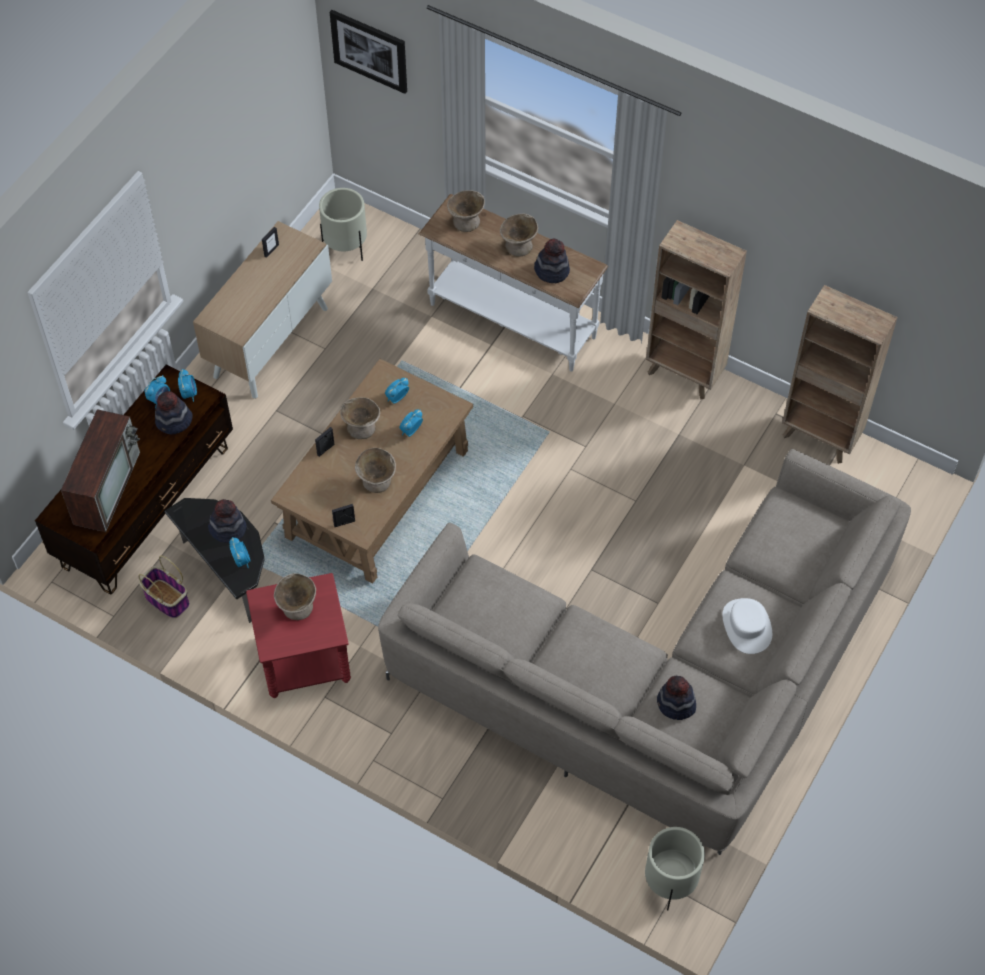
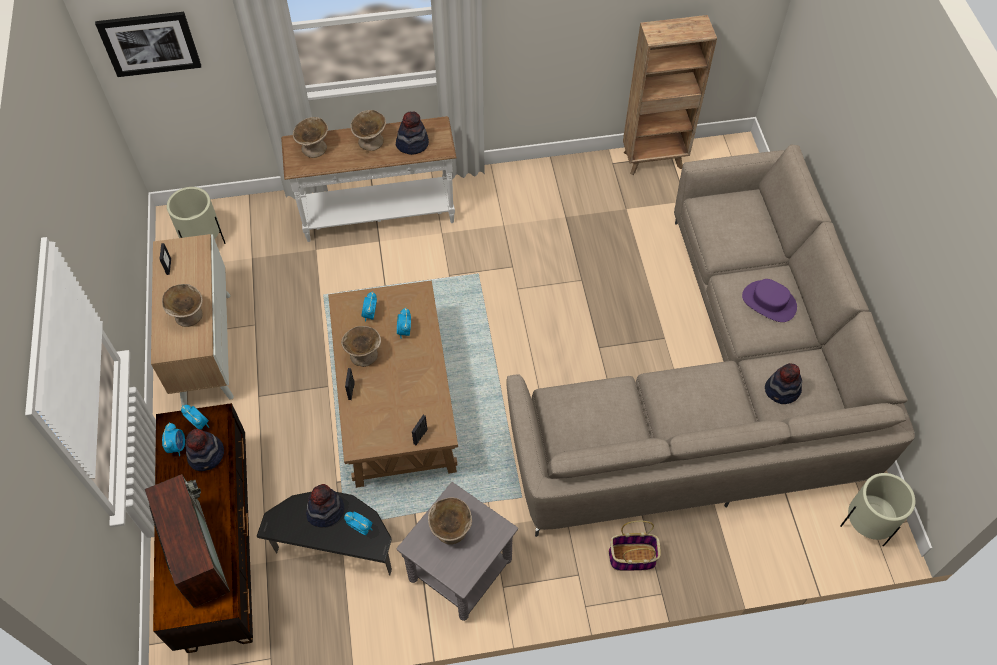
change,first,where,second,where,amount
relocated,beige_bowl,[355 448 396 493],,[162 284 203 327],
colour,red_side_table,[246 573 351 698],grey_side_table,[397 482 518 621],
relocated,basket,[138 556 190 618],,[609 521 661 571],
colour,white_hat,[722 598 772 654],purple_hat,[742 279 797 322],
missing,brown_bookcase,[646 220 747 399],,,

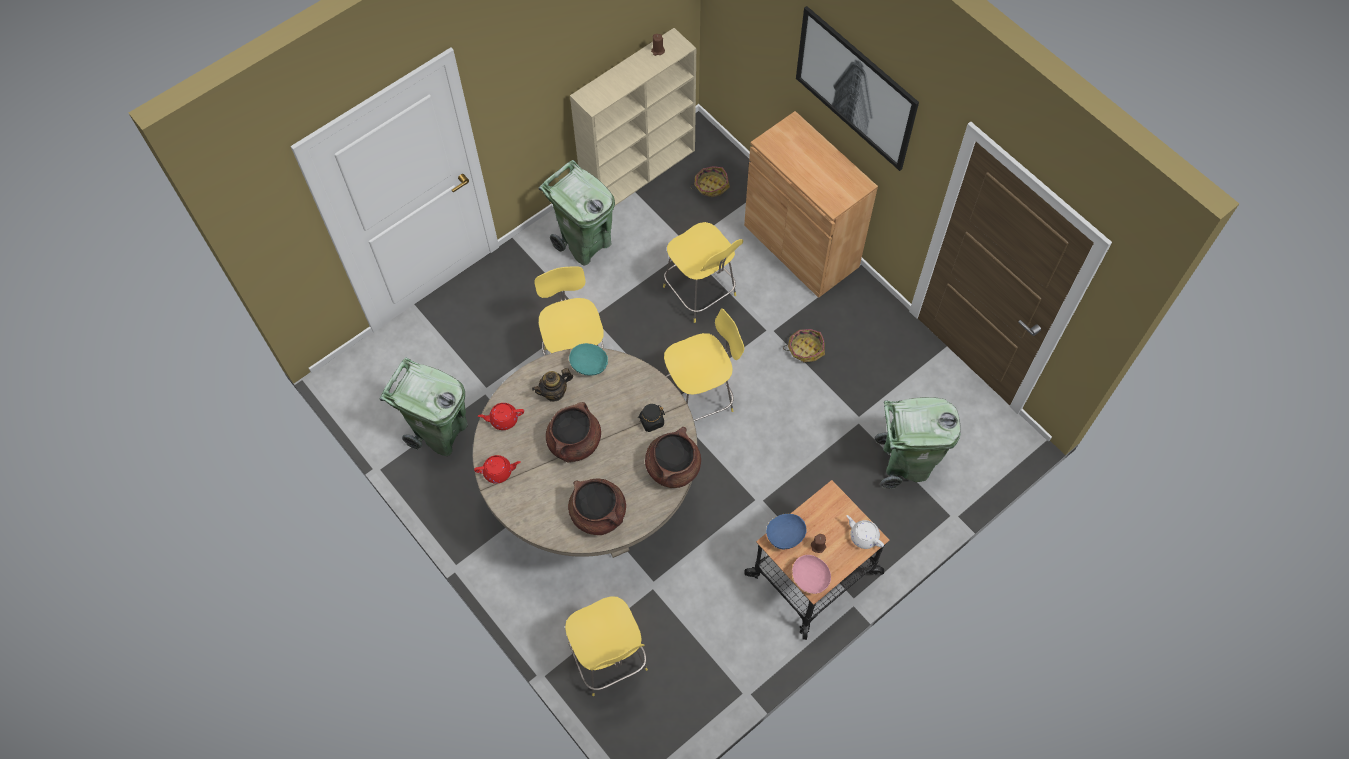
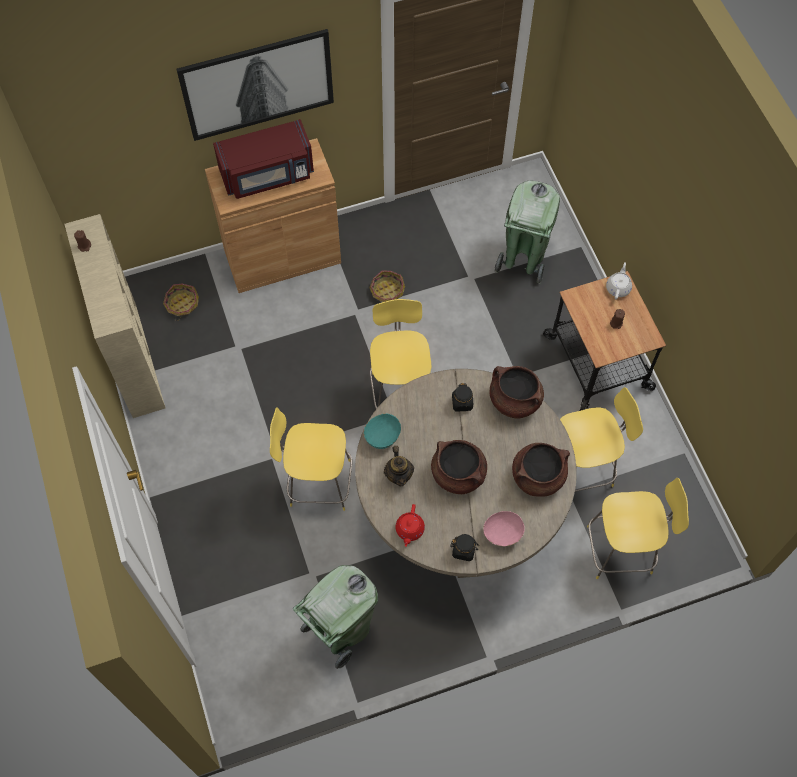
change,first,where,second,where,amount
appeared,,,red_microwave,[213 119 314 199],
exchanged,red_teapot,[474 455 521 484],black_jar,[450 534 479 561],
relocated,pink_bowl,[792 555 831 594],,[484 511 525 546],
relocated,yellow_stool,[663 222 743 323],,[560 387 643 492],
spun,white_teapot,[846 515 884 549],,[606 262 632 300],135 degrees clockwise
missing,green_trash_can,[538 160 615 265],,,
missing,blue_bowl,[766 514 807 549],,,

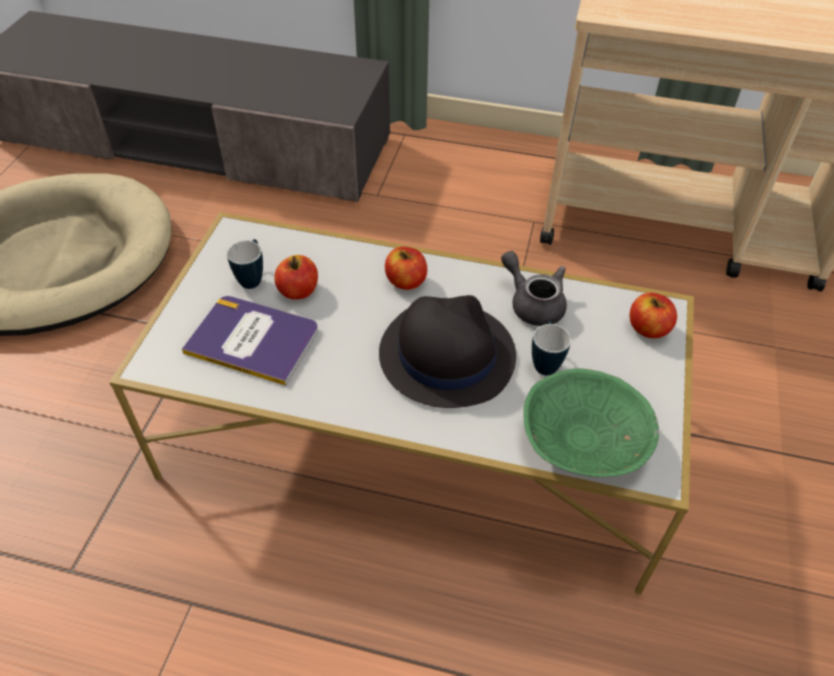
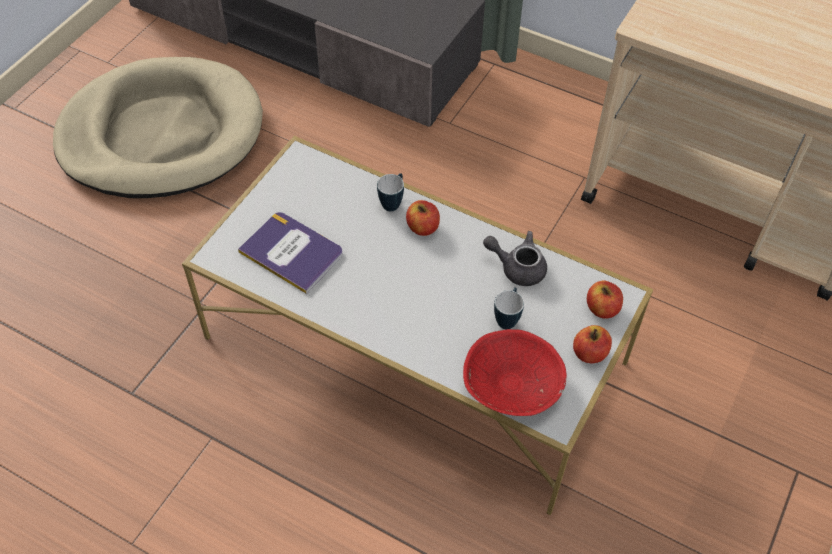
change,first,where,second,where,amount
relocated,mug,[227 239 263 289],,[377 173 404 212],
colour,green_bowl,[523 369 659 477],red_bowl,[463 329 567 416],
spun,grey_teapot,[501 251 567 326],,[483 231 547 286],45 degrees counterclockwise
relocated,apple,[275 255 318 300],,[573 325 612 363],
missing,black_hat,[379 295 516 408],,,

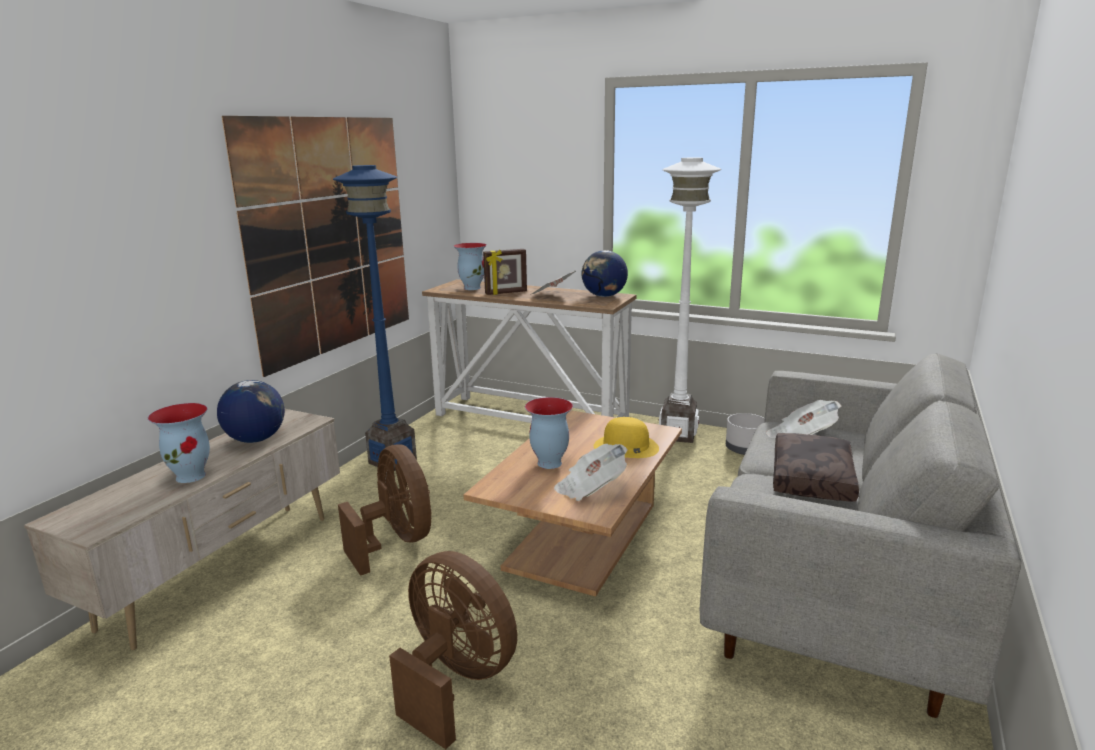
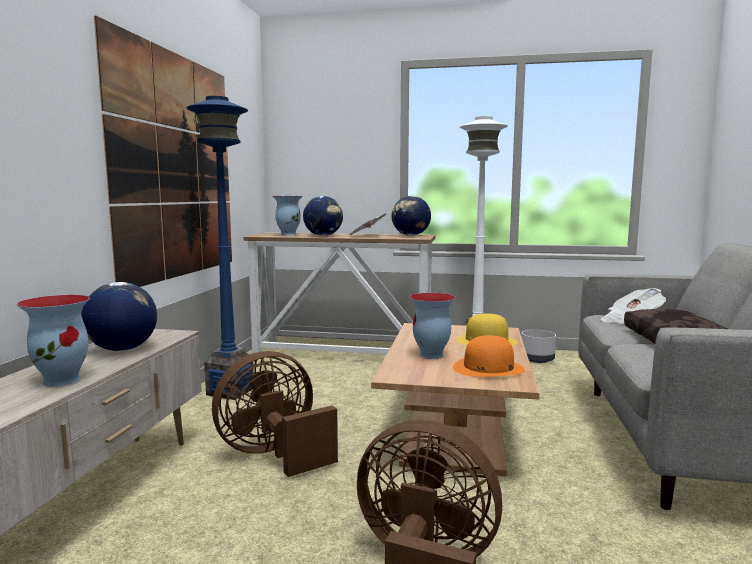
change,first,where,second,where,amount
spun,brown_fan,[338 444 431 576],,[212 351 338 477],75 degrees counterclockwise
exchanged,picture_frame,[483 249 527 295],globe,[303 196 343 236],
exchanged,newspaper,[554 444 628 501],orange_hat,[453 335 525 377],

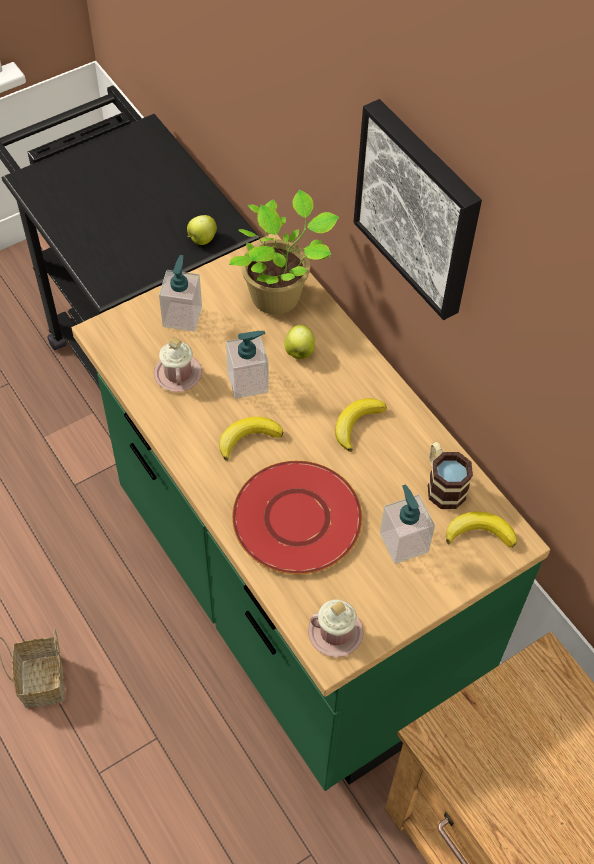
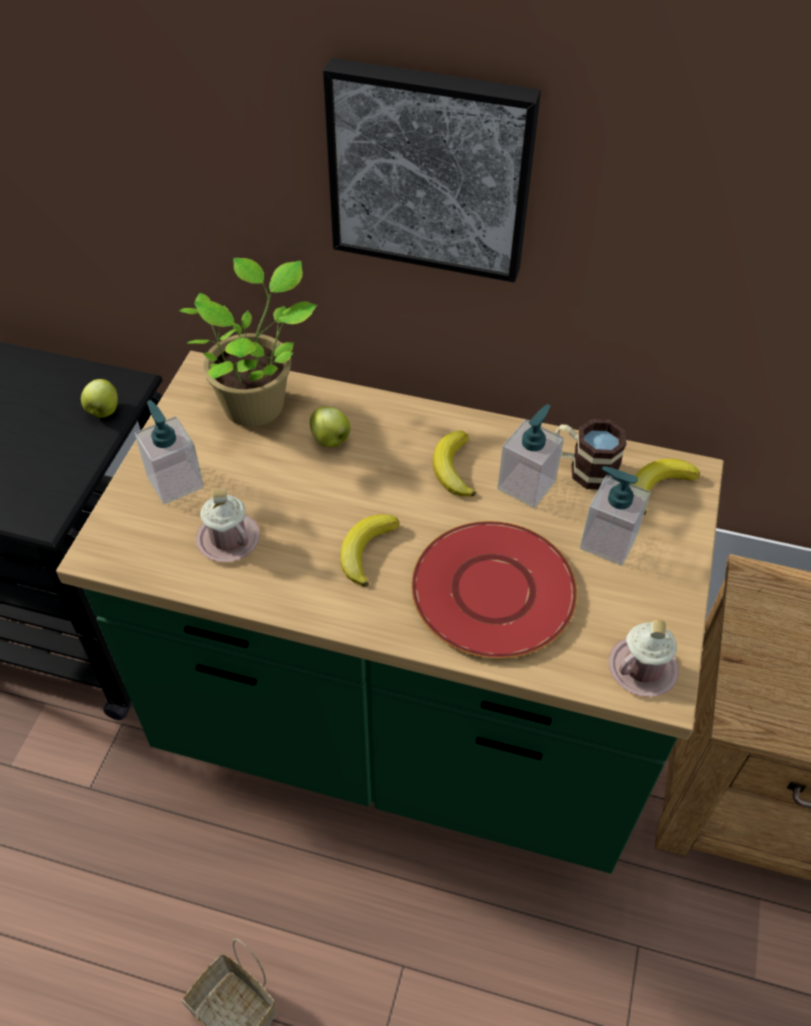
change,first,where,second,where,amount
relocated,soap_dispenser,[226 331 268 399],,[497 404 564 508],

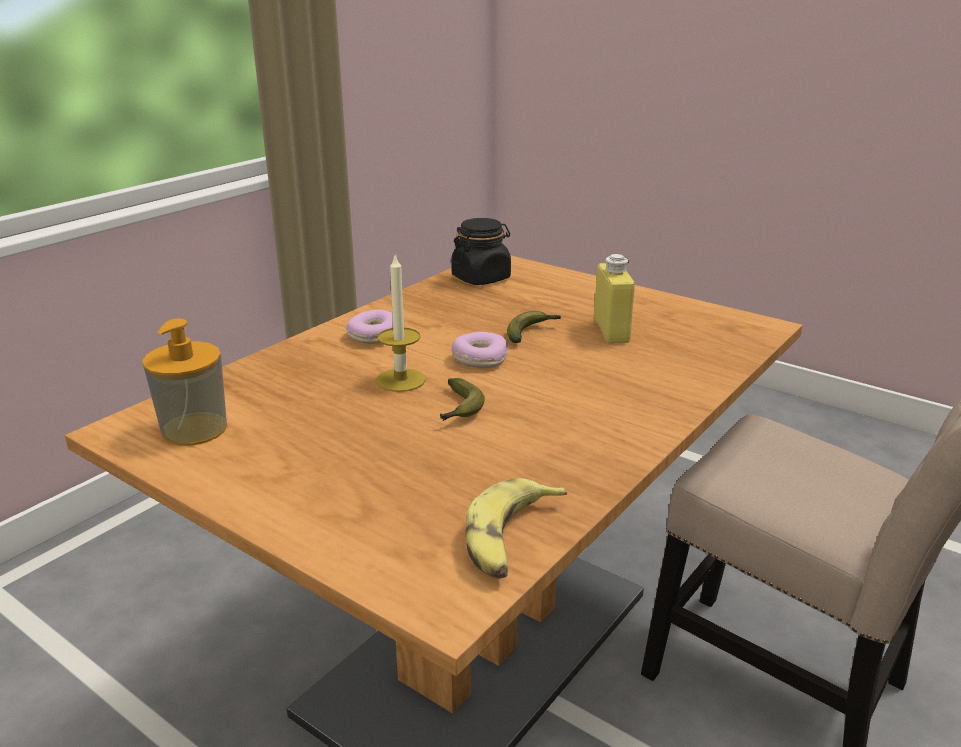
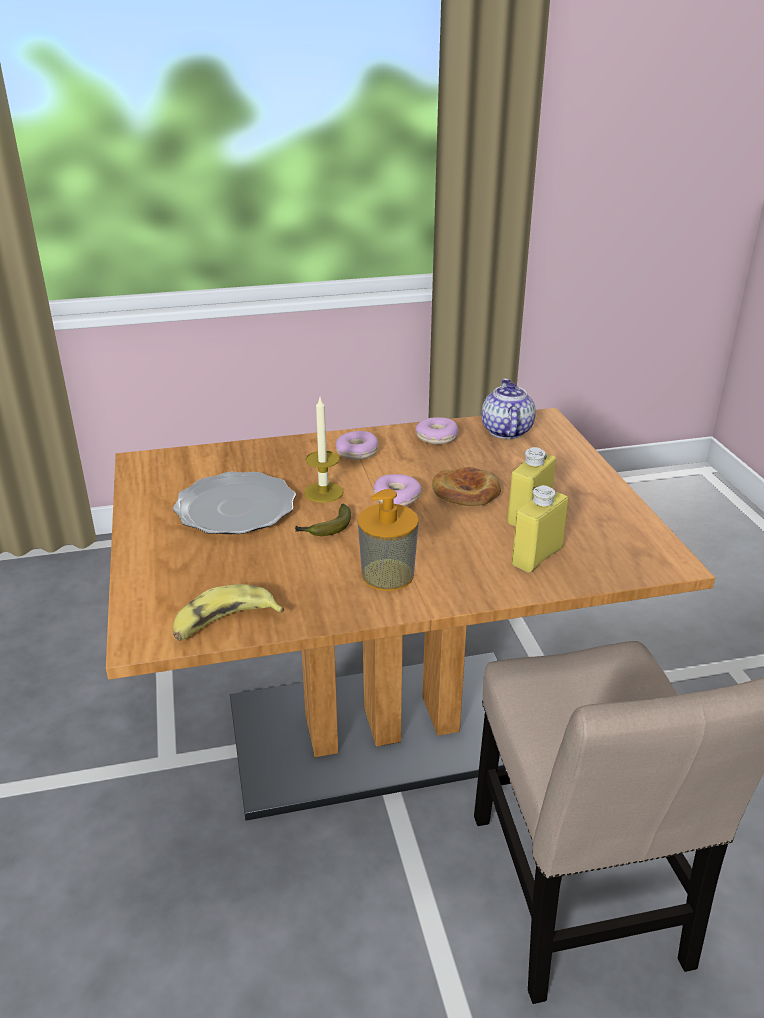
change,first,where,second,where,amount
appeared,,,plate,[173 472 296 534],
relocated,soap_dispenser,[142 318 227 446],,[357 489 419 591],
appeared,,,donut,[416 417 459 444],
exchanged,banana,[507 311 561 343],bread,[432 467 501 506],
exchanged,black_jar,[451 218 511 285],teapot,[481 379 536 439],
appeared,,,yellow_bottle,[512 485 568 573],

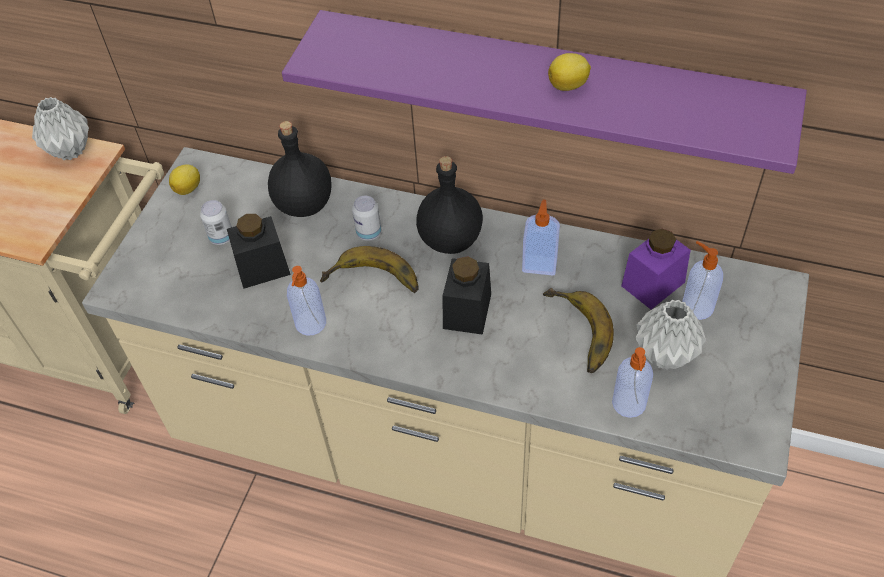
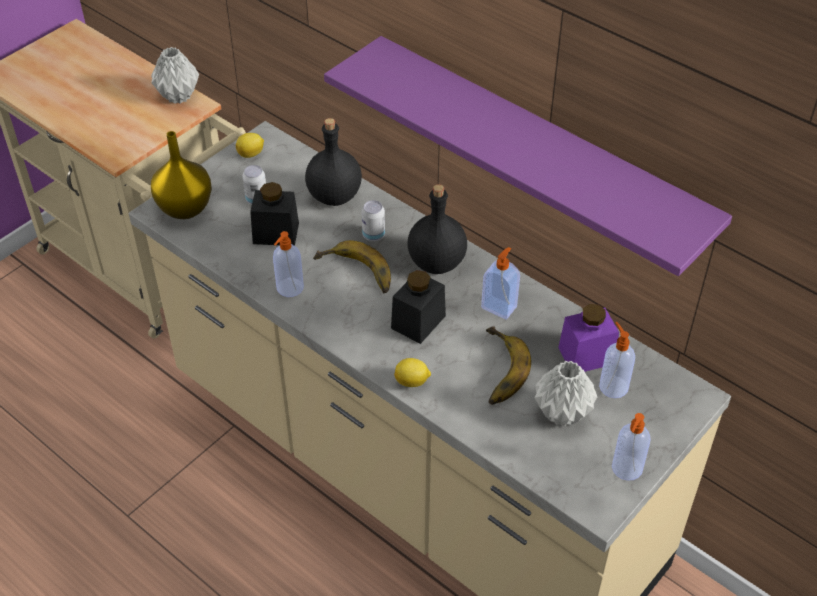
change,first,where,second,where,amount
appeared,,,yellow_vase,[151 131 212 219],
relocated,lemon,[548 53 591 91],,[394 358 431 387],
relocated,soap_dispenser,[612 347 653 418],,[612 413 651 481],

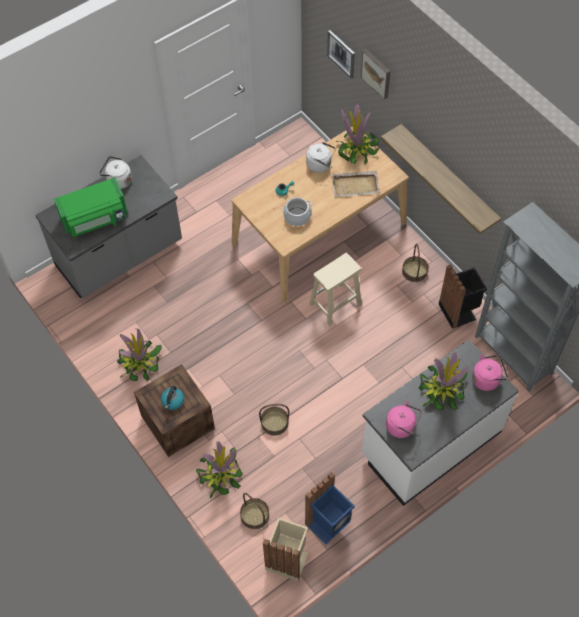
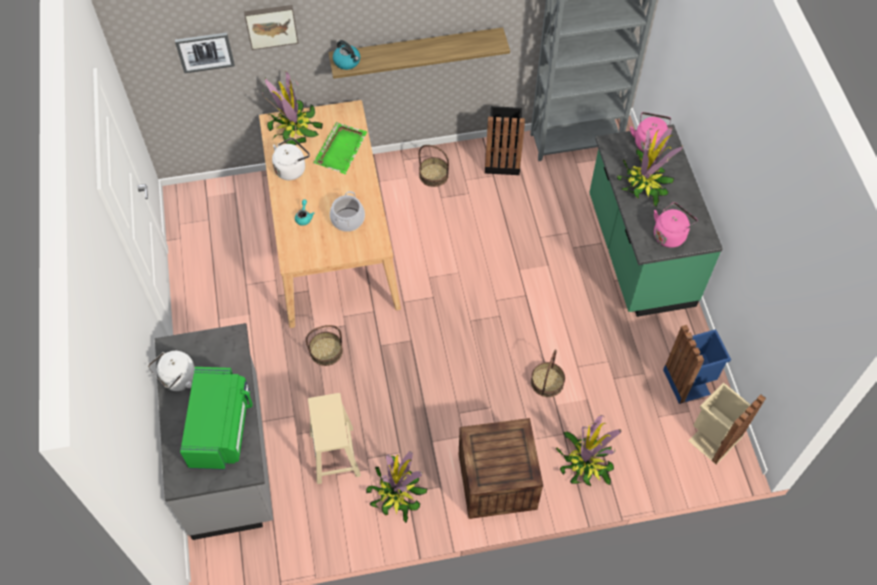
change,first,where,second,where,amount
relocated,basket,[240 493 269 529],,[306 325 343 366],
relocated,beige_stool,[309 253 362 326],,[308 393 361 484],
colour,beige_tray,[332 171 380 197],green_tray,[314 122 367 174],
relocated,kettle,[161 386 184 410],,[333 40 360 70],
colour,white_counter,[362 339 518 506],green_counter,[589 124 723 317],

